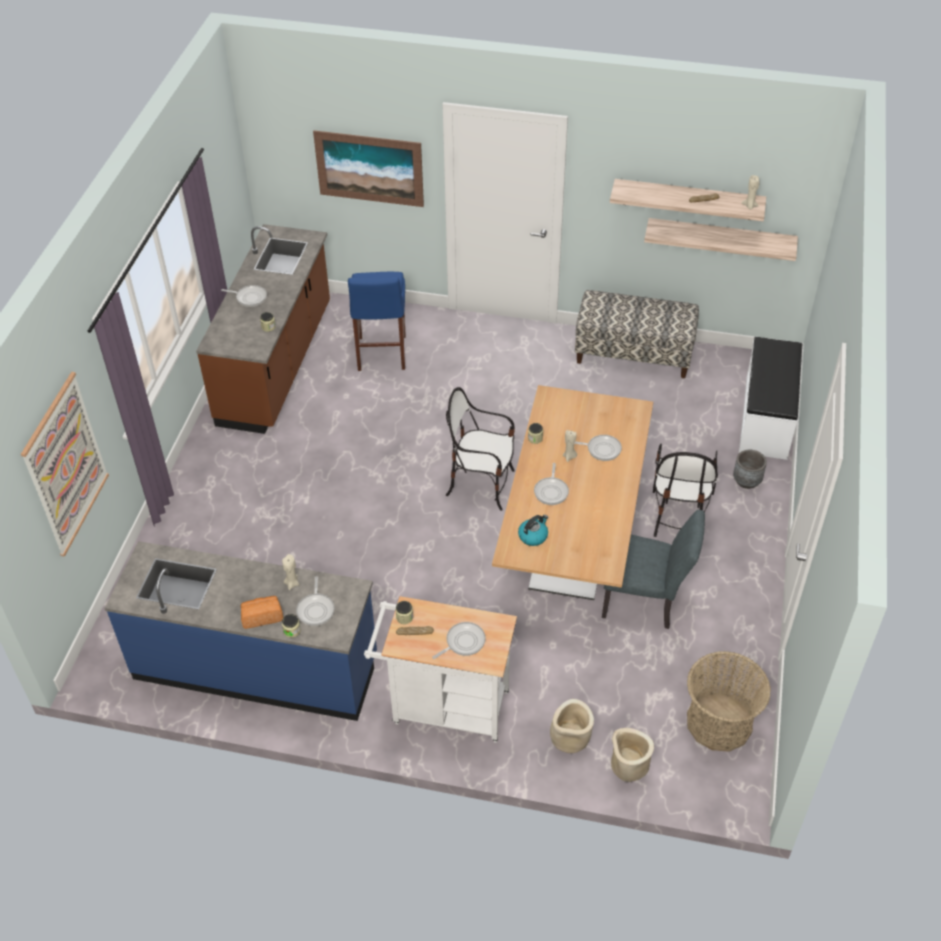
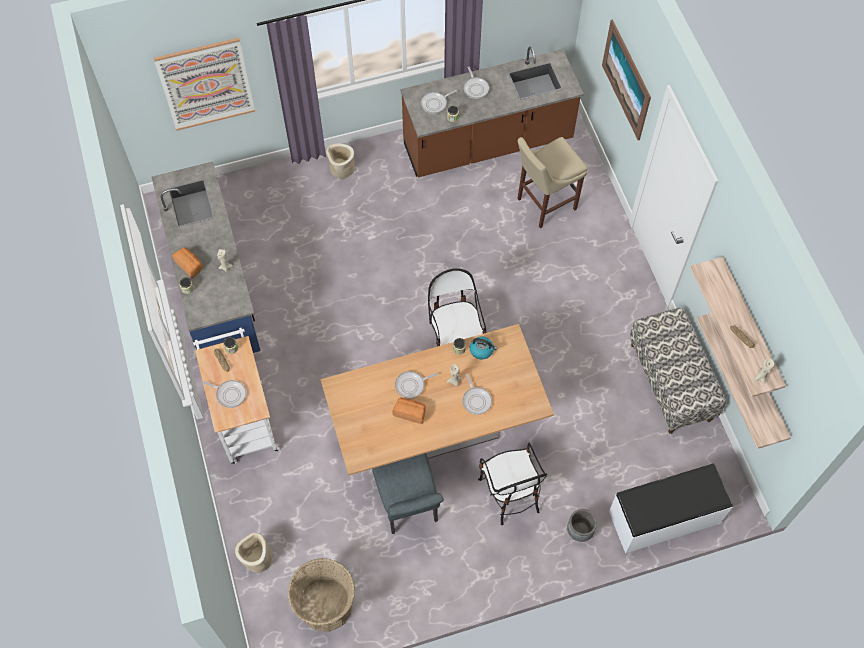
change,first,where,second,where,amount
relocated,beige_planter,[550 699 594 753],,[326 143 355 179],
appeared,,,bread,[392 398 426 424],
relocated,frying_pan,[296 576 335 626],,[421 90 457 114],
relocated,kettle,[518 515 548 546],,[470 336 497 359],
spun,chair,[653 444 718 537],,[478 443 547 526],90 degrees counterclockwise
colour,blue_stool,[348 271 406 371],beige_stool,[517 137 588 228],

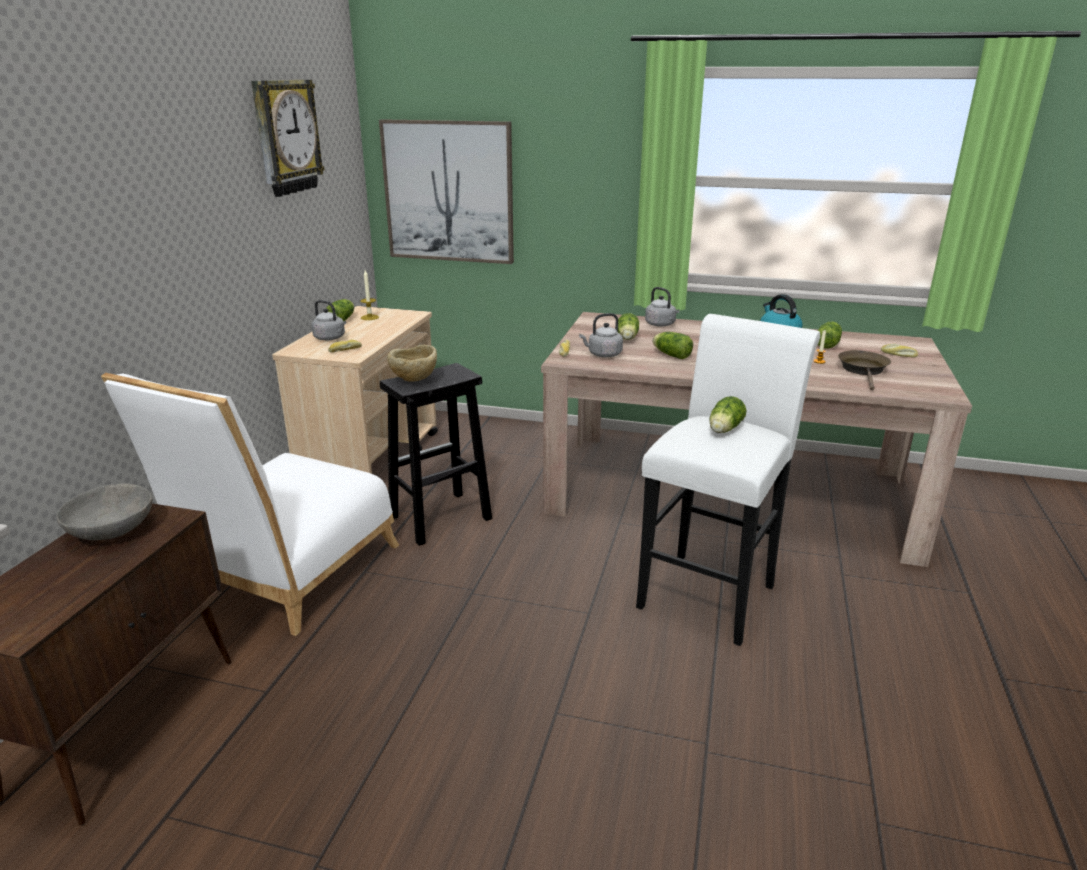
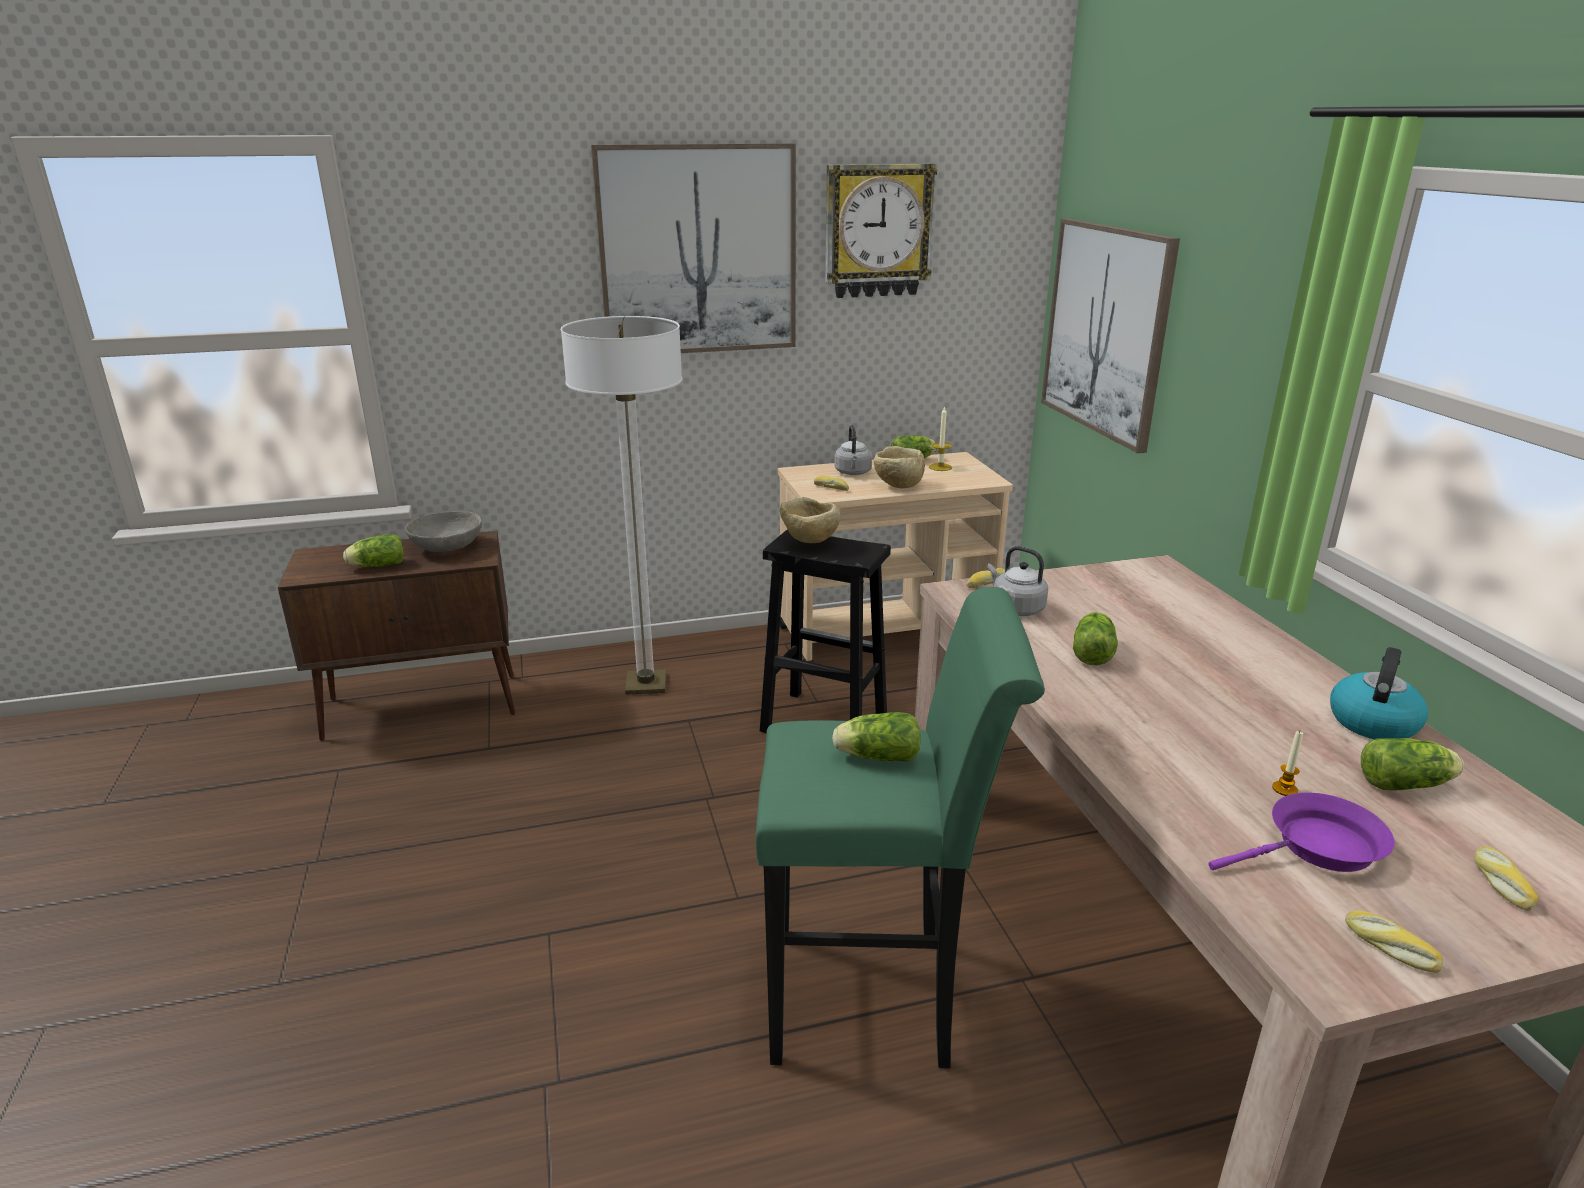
change,first,where,second,where,amount
relocated,lettuce,[618 313 639 340],,[343 534 404 567],
exchanged,white_chair,[101 373 399 636],floor_lamp,[561 316 683 695],
appeared,,,picture,[591 143 796 353],
colour,white_stool,[636 314 820 646],green_stool,[756 587 1045 1068],
appeared,,,beige_bowl,[874 446 925 488],
colour,brown_frying_pan,[838 350 891 390],purple_frying_pan,[1209 792 1395 872],
appeared,,,bread,[1345 911 1443 973],
missing,grey_kettle,[645 287 679 327],,,

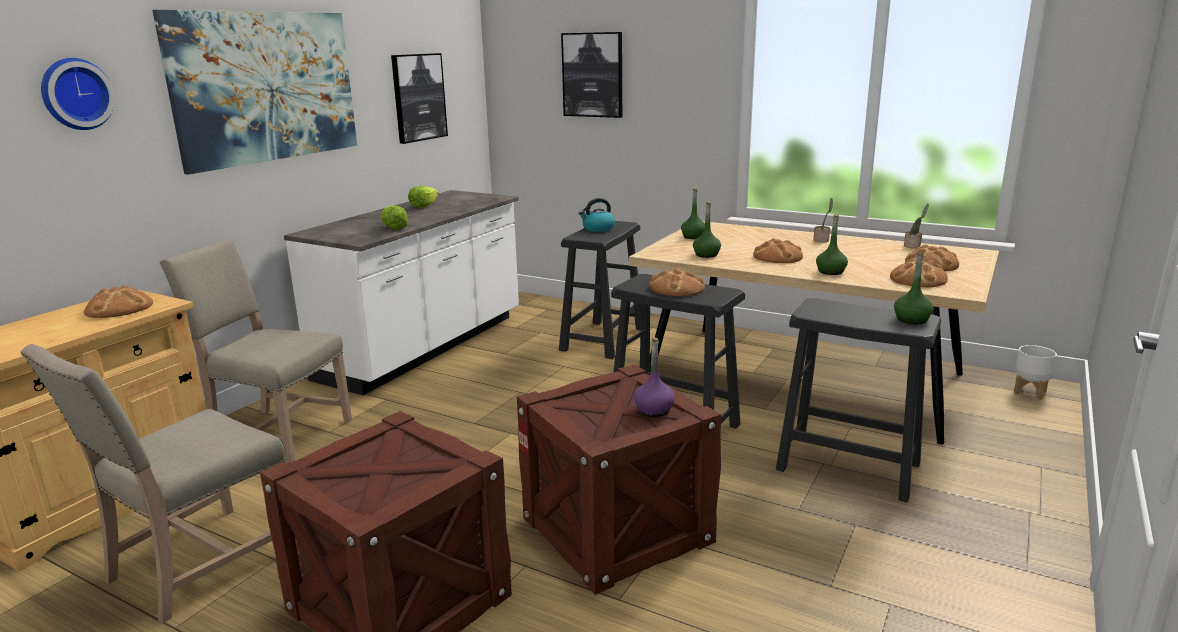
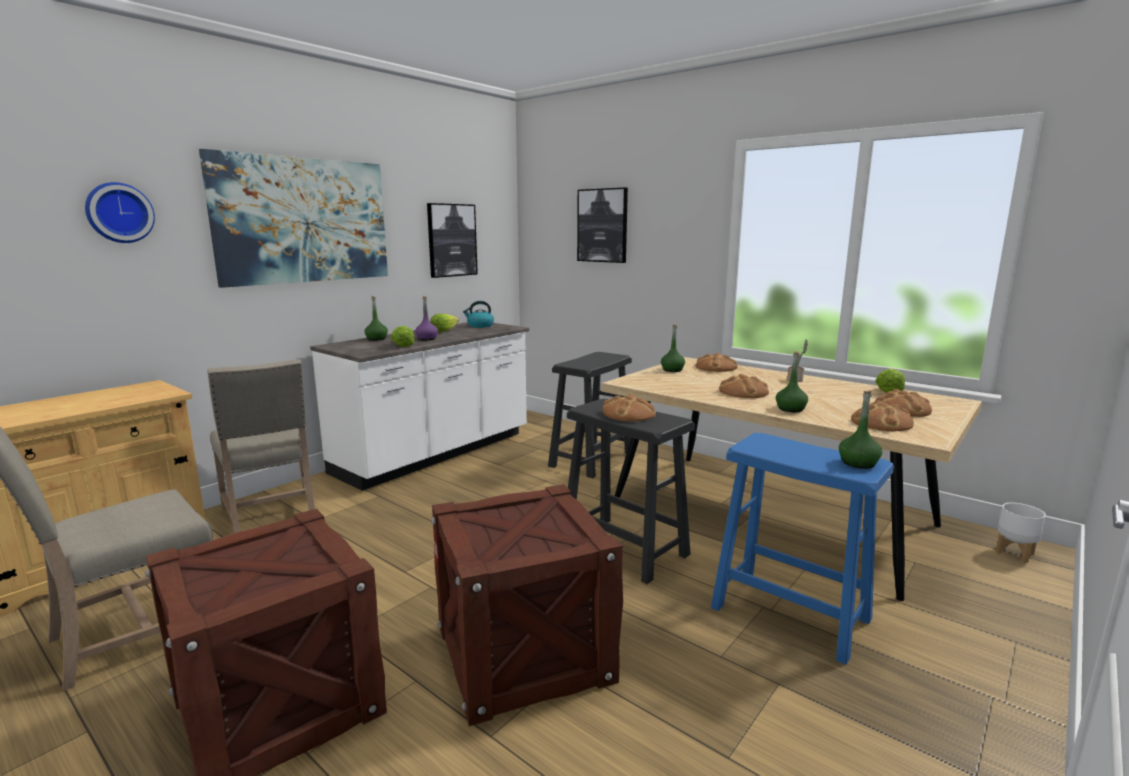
change,first,where,second,where,amount
spun,beige_chair,[160 238 352 463],,[207 359 315 533],150 degrees counterclockwise
relocated,green_bottle,[693 202 721 258],,[364 296 388 341],
relocated,purple_bottle,[634 337 675 417],,[415 296 438 341],
relocated,kettle,[579 198 615 232],,[463 301 494 328],
relocated,bread,[83 285 153 318],,[696 353 737 372],
colour,black_stool,[776 298 941 502],blue_stool,[711 433 894 665],
exchanged,potted_plant,[904 203 929 248],lettuce,[875 369 905 393],

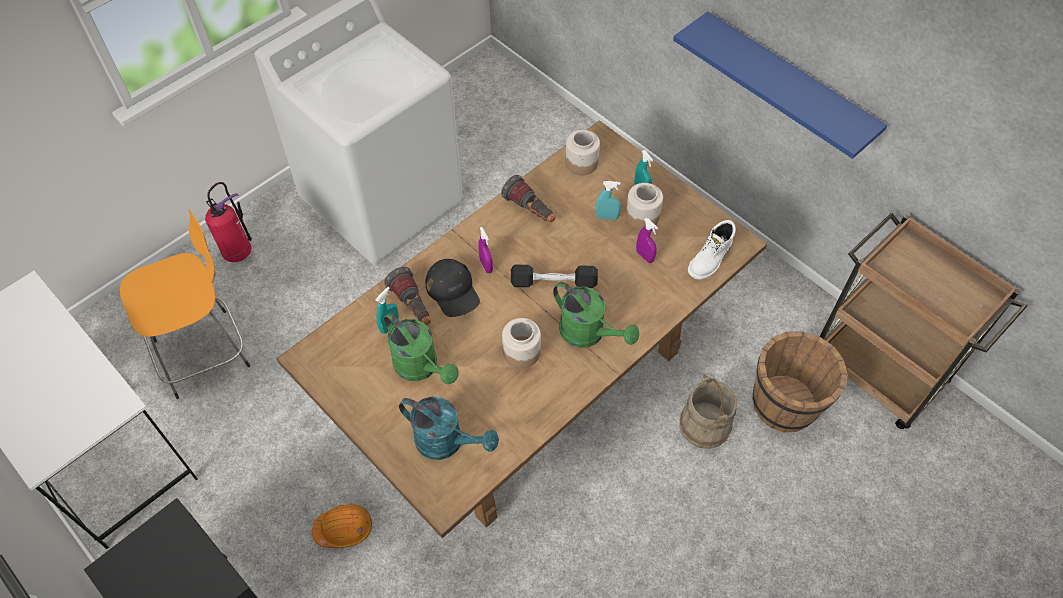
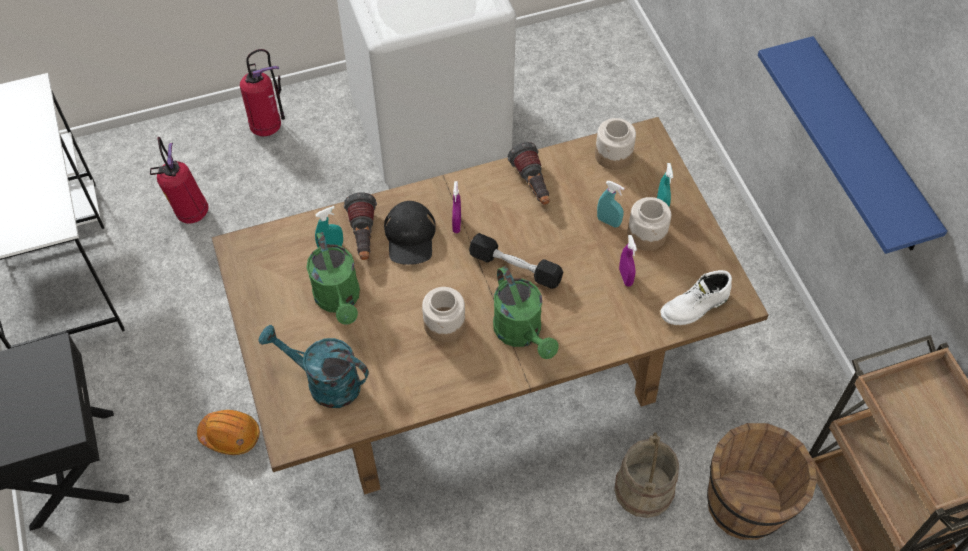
change,first,where,second,where,amount
exchanged,orange_stool,[120 209 250 399],fire_extinguisher,[150 137 208 224],
spun,turquoise_watering_can,[399 397 499 460],,[259 325 369 408],150 degrees clockwise

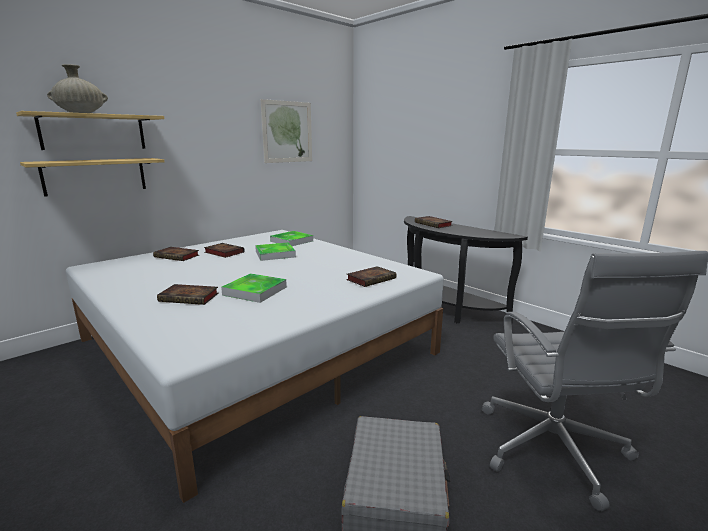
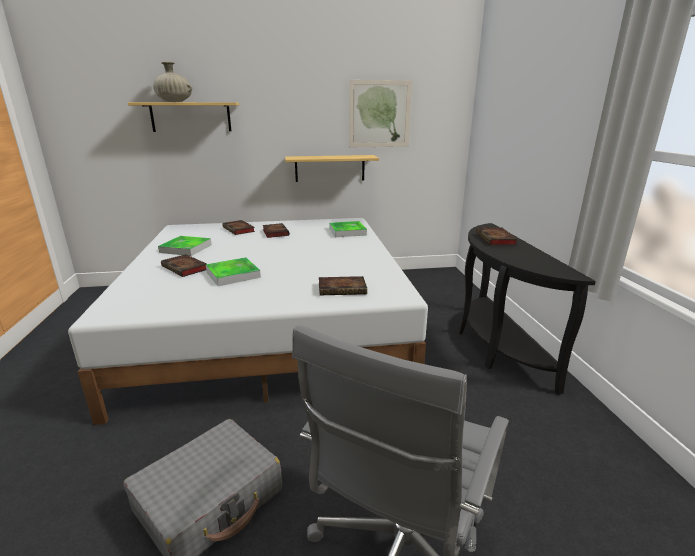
change,first,where,second,where,amount
relocated,tray,[255 242 296 261],,[158 236 212 256],
relocated,shelf,[20 158 165 197],,[285 155 379 182],

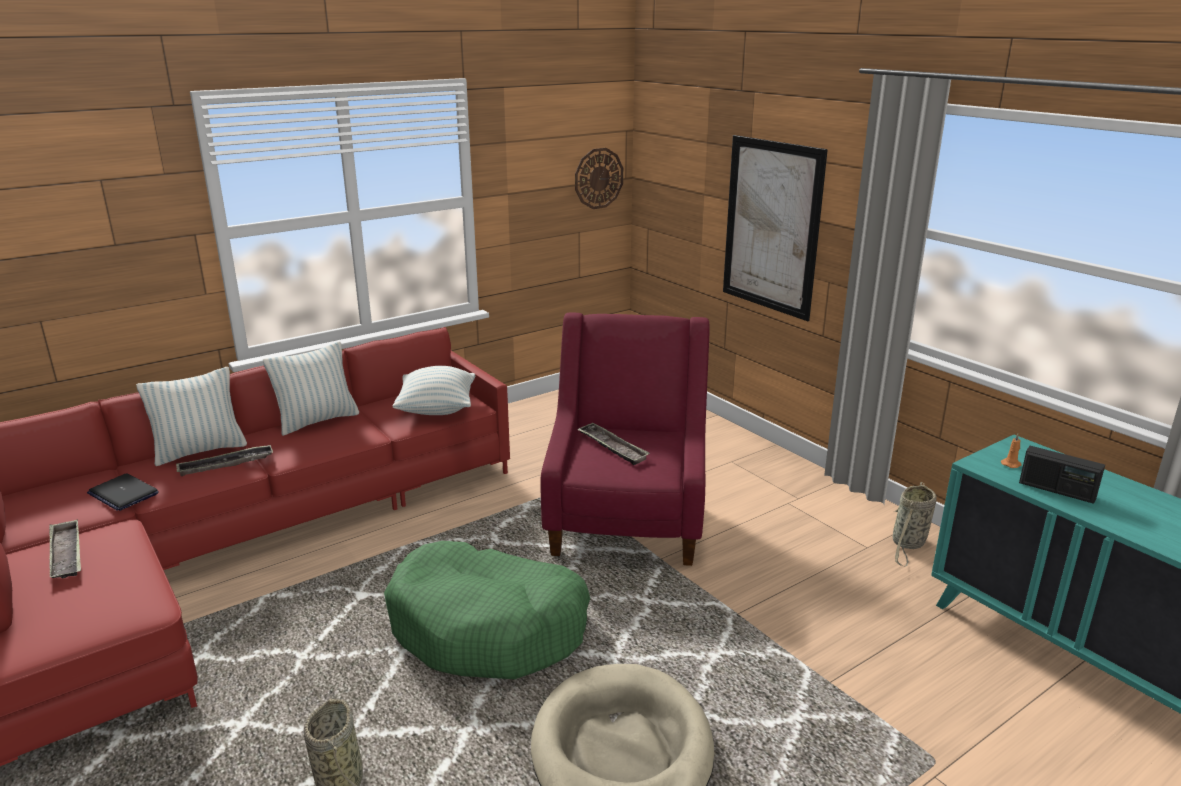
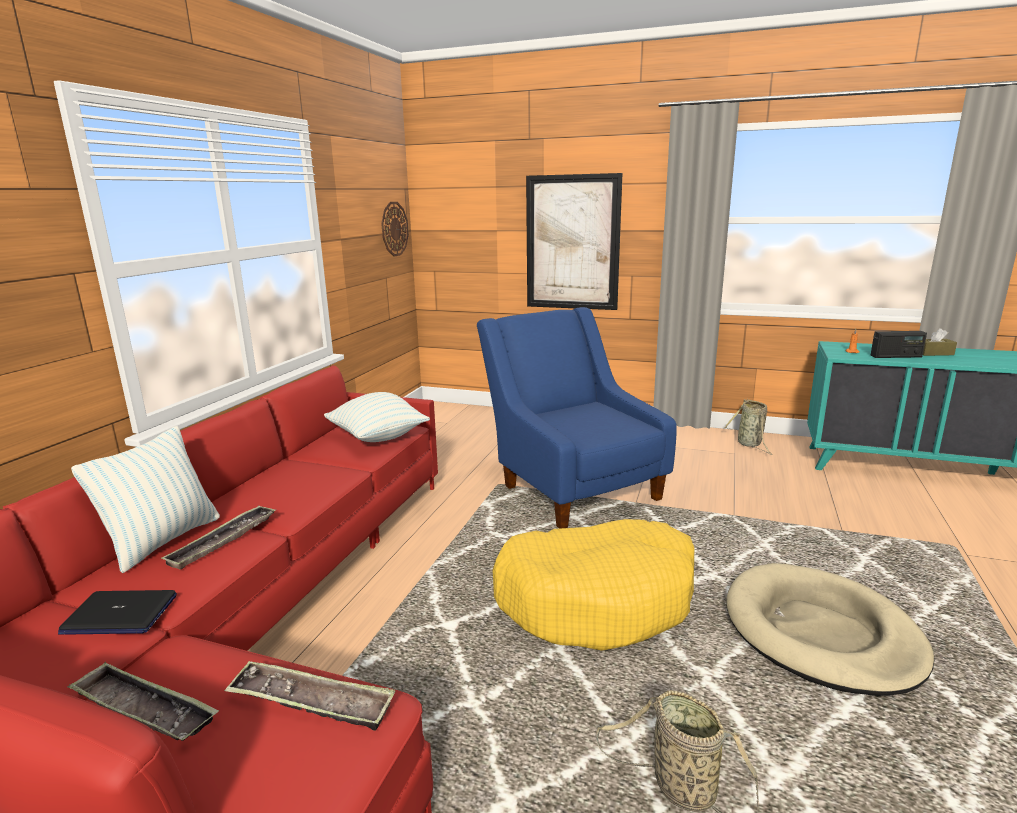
change,first,where,second,where,amount
relocated,tray,[577 422 650 465],,[224 661 395 730],
colour,red_armchair,[541 313 710 566],blue_armchair,[477 307 677 529],
colour,green_dog_bed,[384 541 590 679],yellow_dog_bed,[492 519 694 651],
appeared,,,brown_tissue_box,[923 328 957 356],
missing,pillow,[263 341 359 436],,,

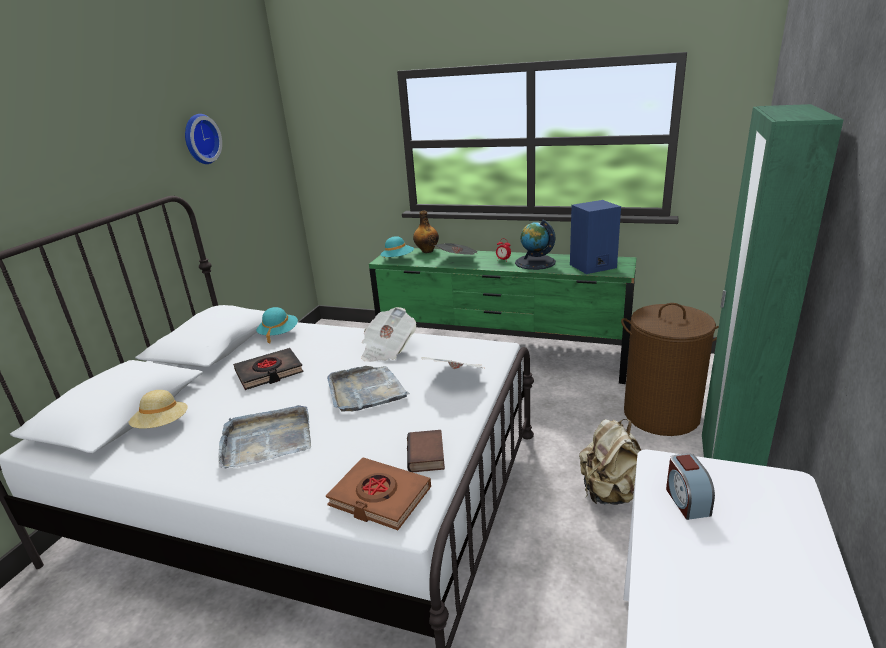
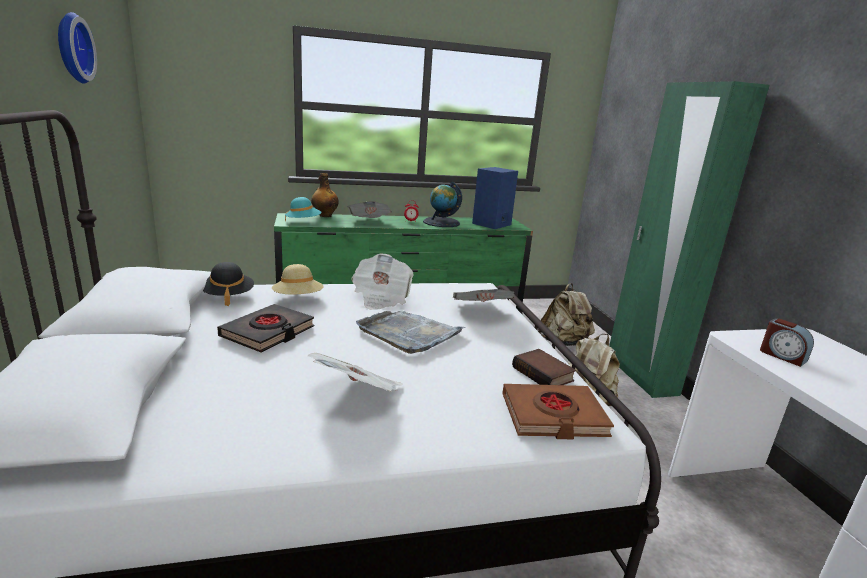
change,first,where,second,where,amount
colour,turquoise_hat,[256 307 298 344],black_hat,[203 262 254 306],
relocated,beige_hat,[128 390 188 428],,[272 264 324 294],
exchanged,grey_tray,[218 405 311 469],newspaper,[307 353 403 392],
exchanged,brown_laundry_basket,[621 303 719 436],beige_backpack,[538 283 595 346],

